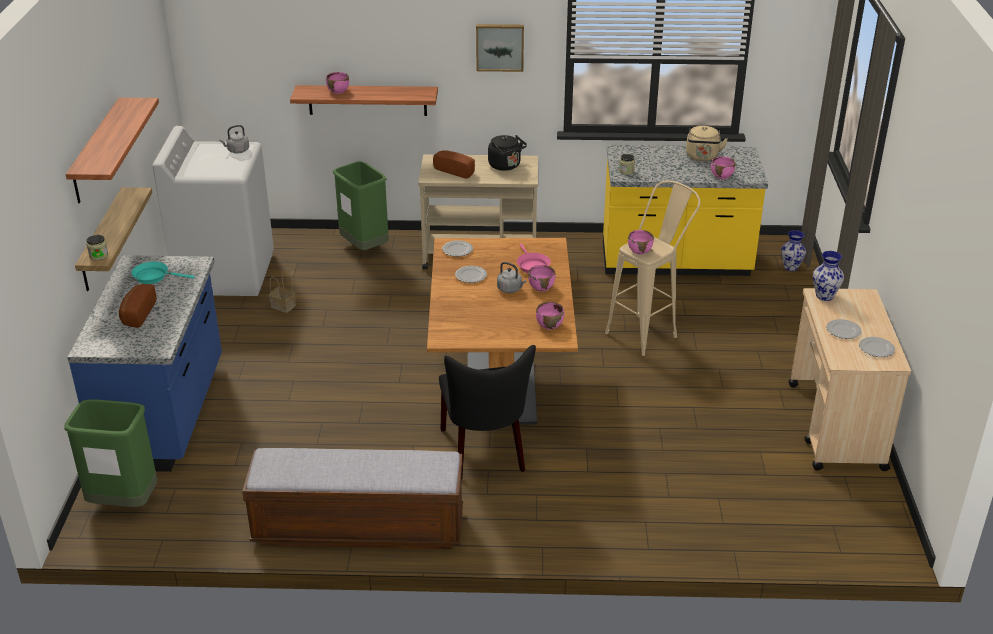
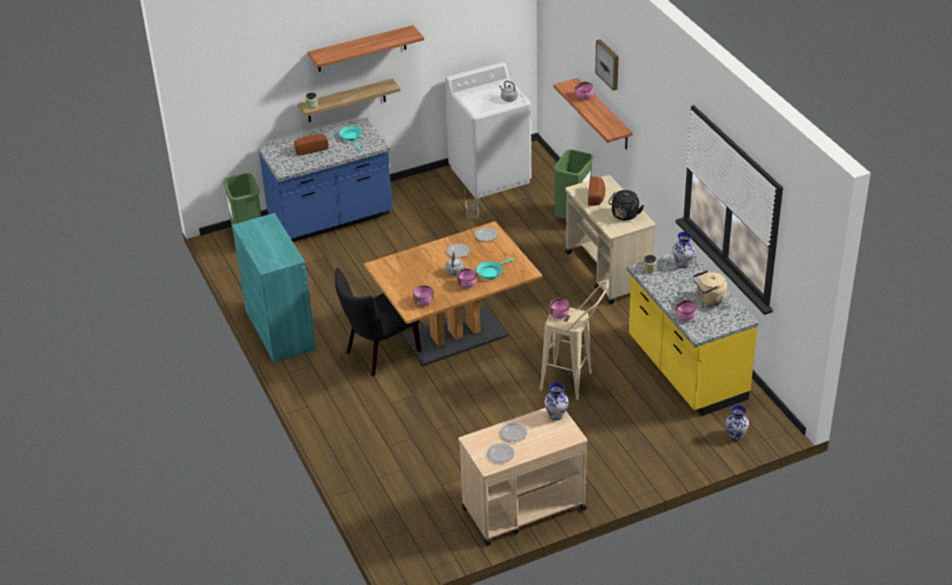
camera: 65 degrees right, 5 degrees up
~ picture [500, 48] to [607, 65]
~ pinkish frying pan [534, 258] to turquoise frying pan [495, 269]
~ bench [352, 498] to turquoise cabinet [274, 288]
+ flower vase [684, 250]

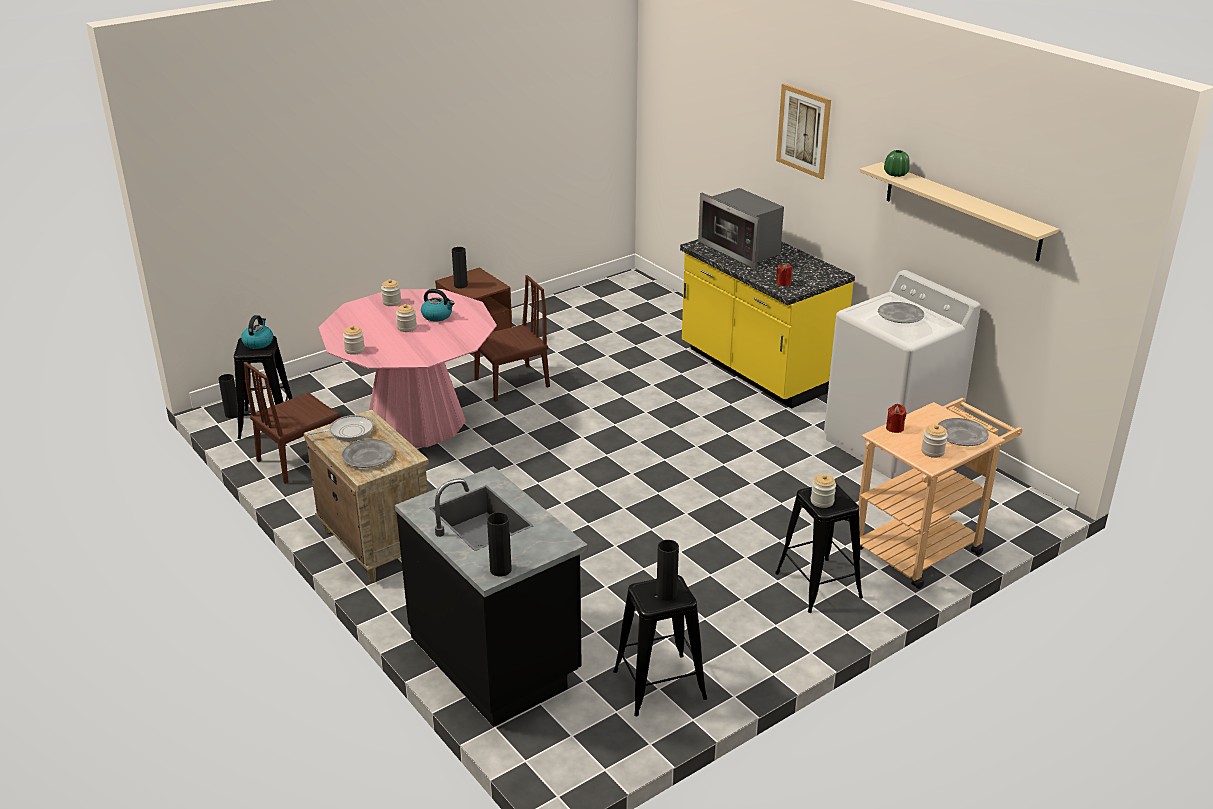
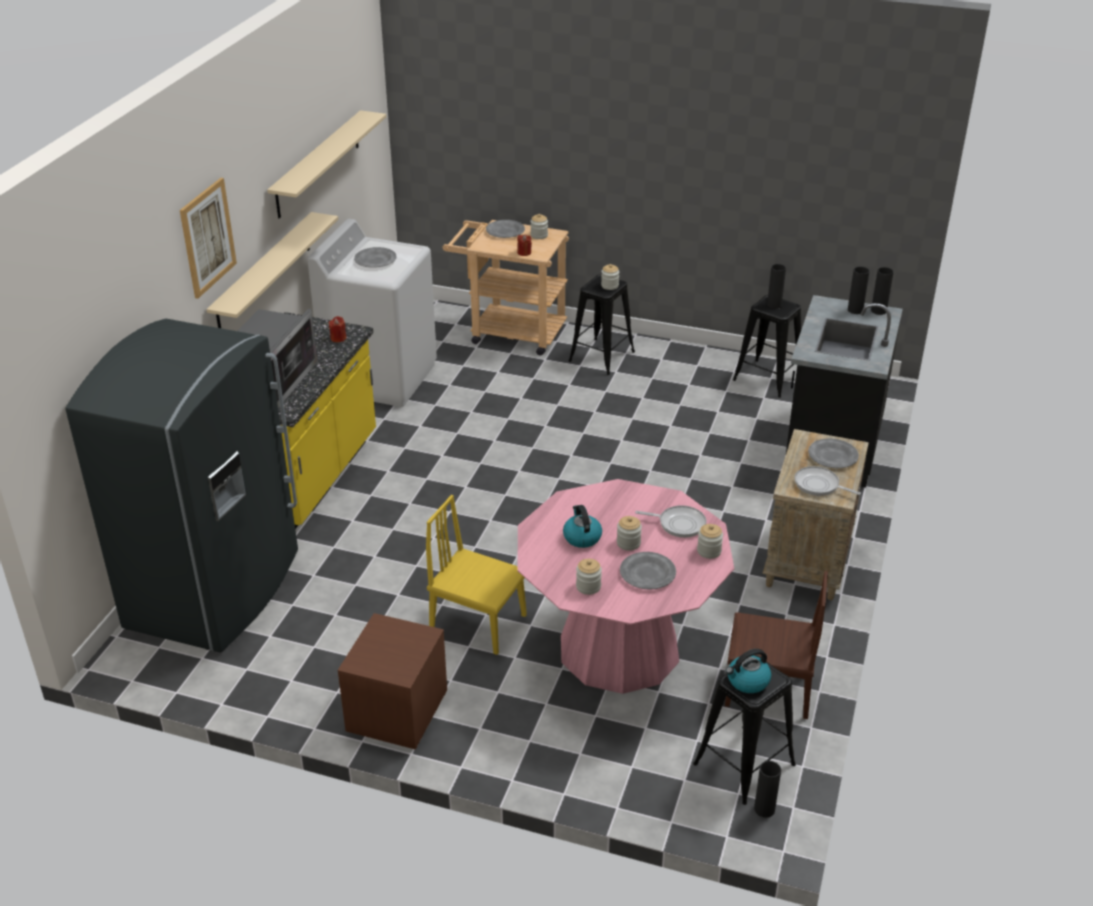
camera: 125 degrees left, 5 degrees up
- green-coloured flower vase [897, 163]
~ black flower vase [460, 267] to [859, 290]
~ brownish upright chair [512, 338] to yellow-coloured upright chair [476, 575]
+ sand-coloured bracket shelf [272, 270]
+ grey refrigerator [181, 485]
+ frying pan [670, 521]
+ grey flat dish [648, 571]

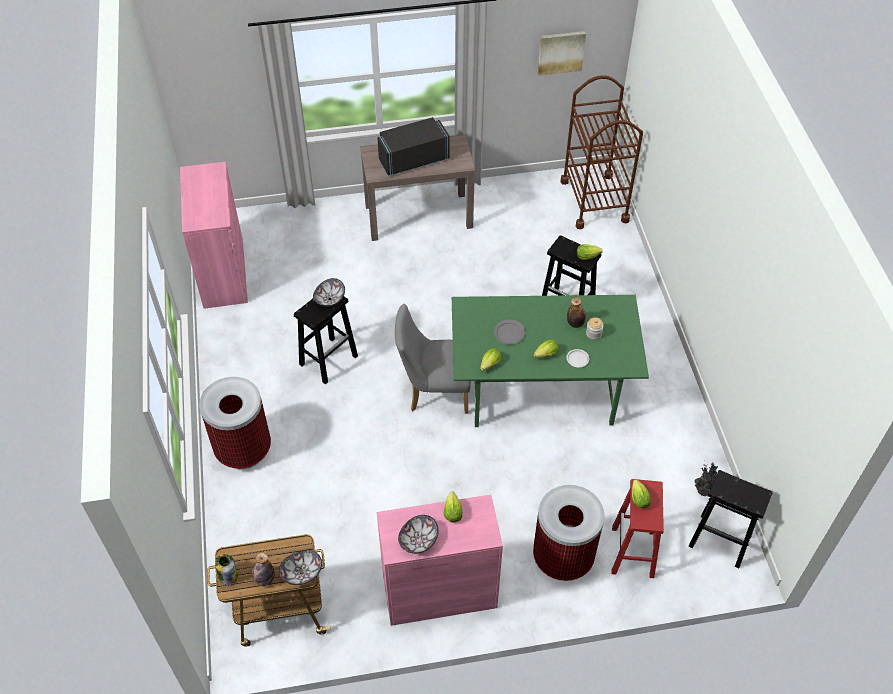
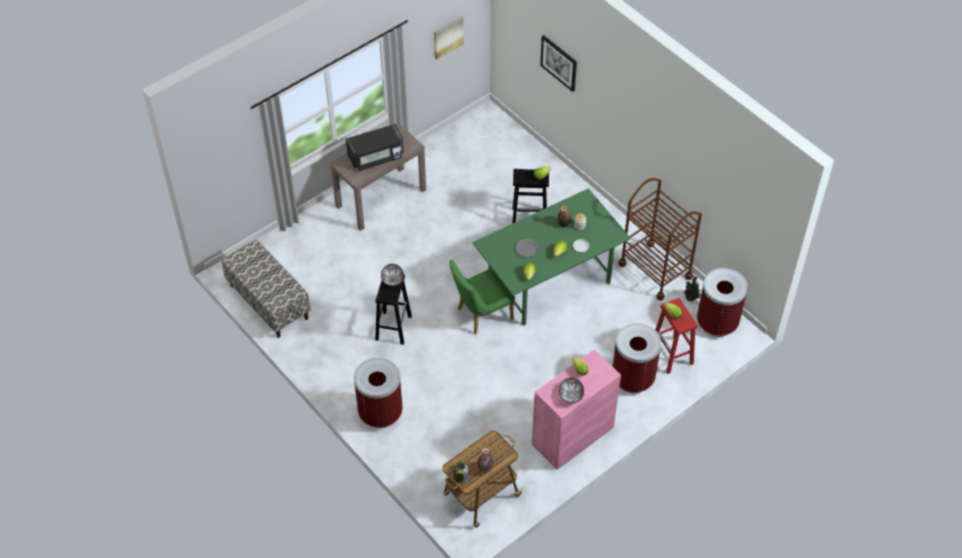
camera: 30 degrees left, 0 degrees up
~ brownish cart [601, 152] to [660, 239]
~ black microwave [413, 147] = [375, 147] 150 degrees counterclockwise
~ pinkish cabinet [214, 235] to bench [266, 289]
~ grey upright chair [433, 359] to green-coloured upright chair [482, 297]
~ black stool [730, 519] to trash can [722, 302]
- deep dish [300, 567]
+ picture [558, 63]

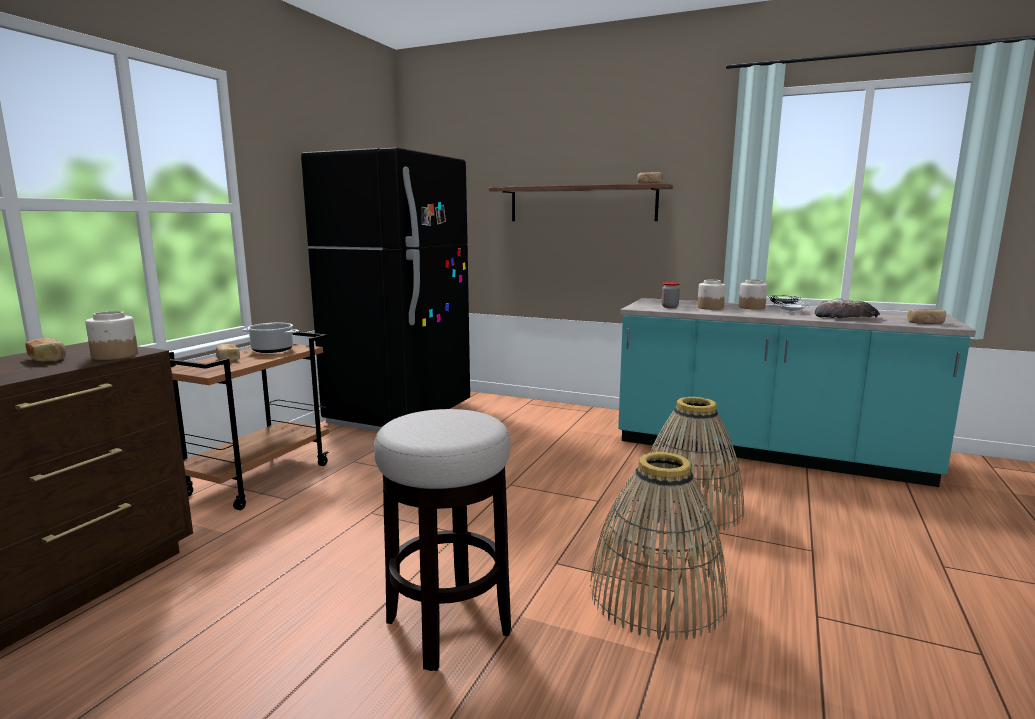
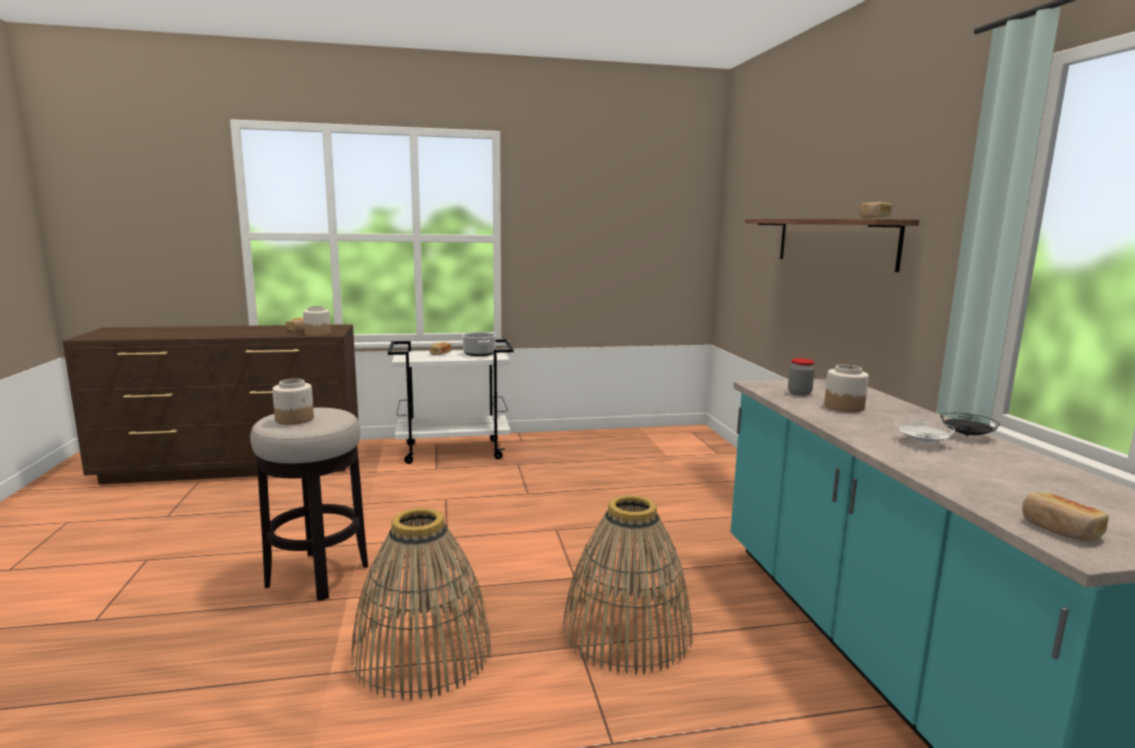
camera: 55 degrees right, 0 degrees up
- black refrigerator [385, 289]
~ preserve jar [753, 294] to [293, 402]
- bread [847, 308]
~ brownish cart [249, 421] to white-coloured cart [451, 401]

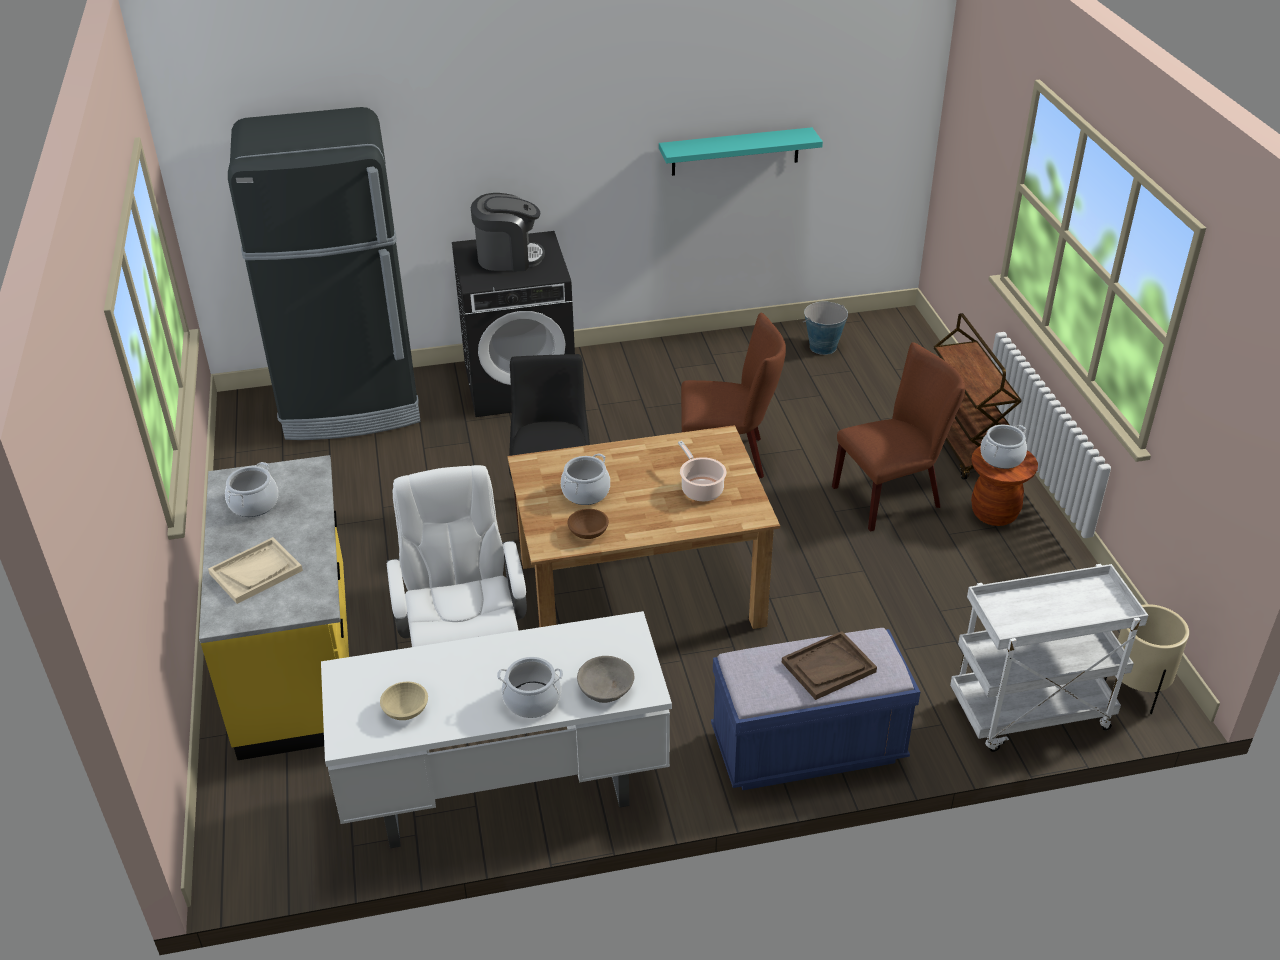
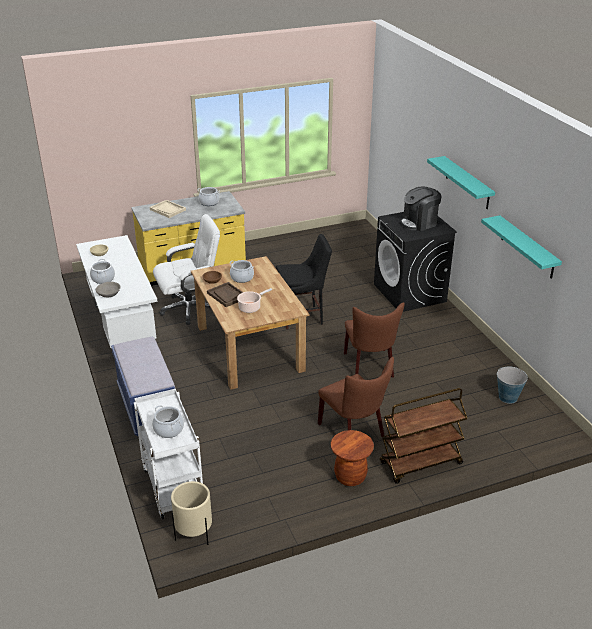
camera: 80 degrees right, 5 degrees down
- black refrigerator [324, 273]
~ coffee machine [508, 232] = [421, 208] 75 degrees clockwise
~ cooking pot [1003, 447] to [168, 421]
~ brownish serving tray [829, 665] to [225, 294]
+ turquoise bracket shelf [461, 182]

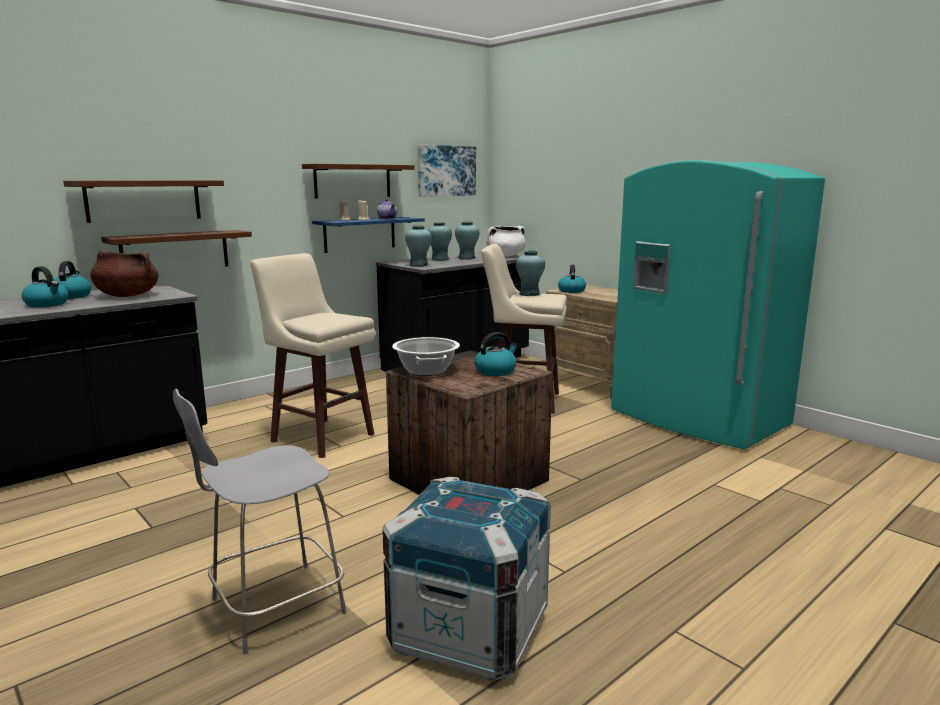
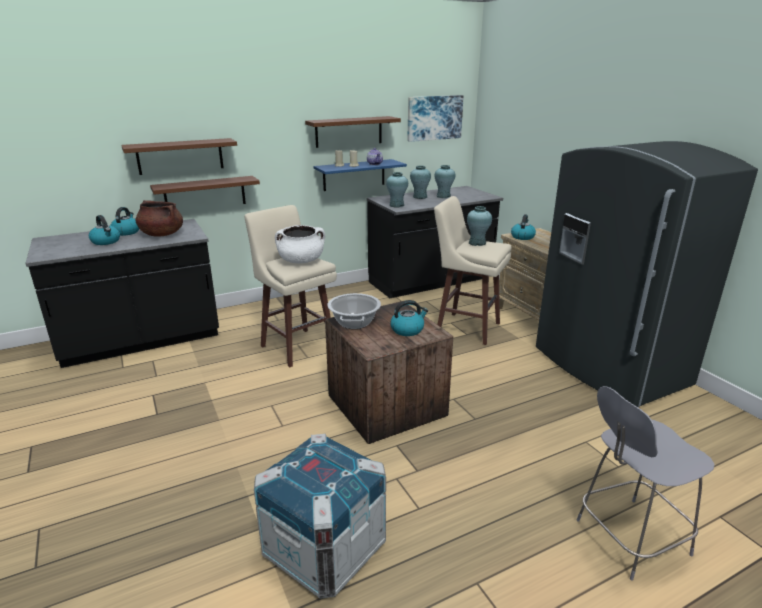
camera: 15 degrees right, 10 degrees up
~ turquoise refrigerator [718, 304] to grey refrigerator [647, 274]
~ white-coloured cooking pot [506, 241] to [300, 244]
~ grey upright chair [260, 521] to [646, 483]

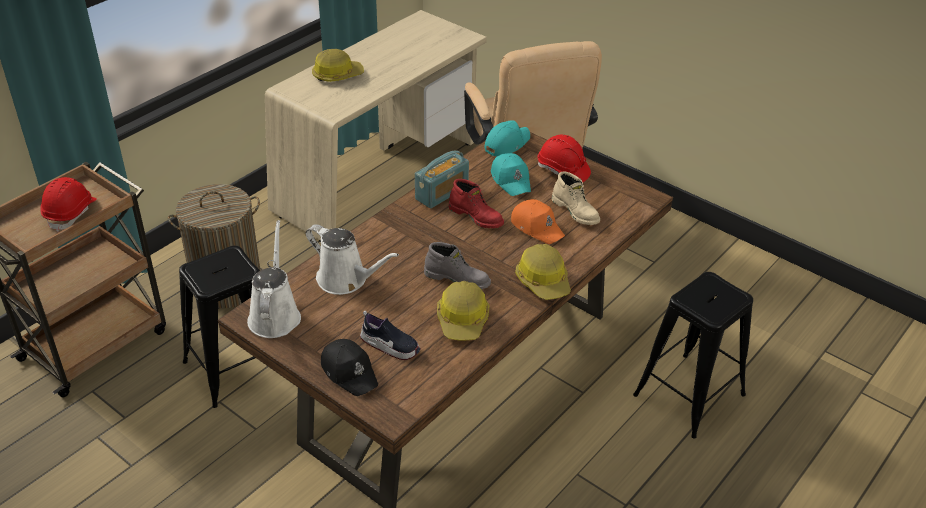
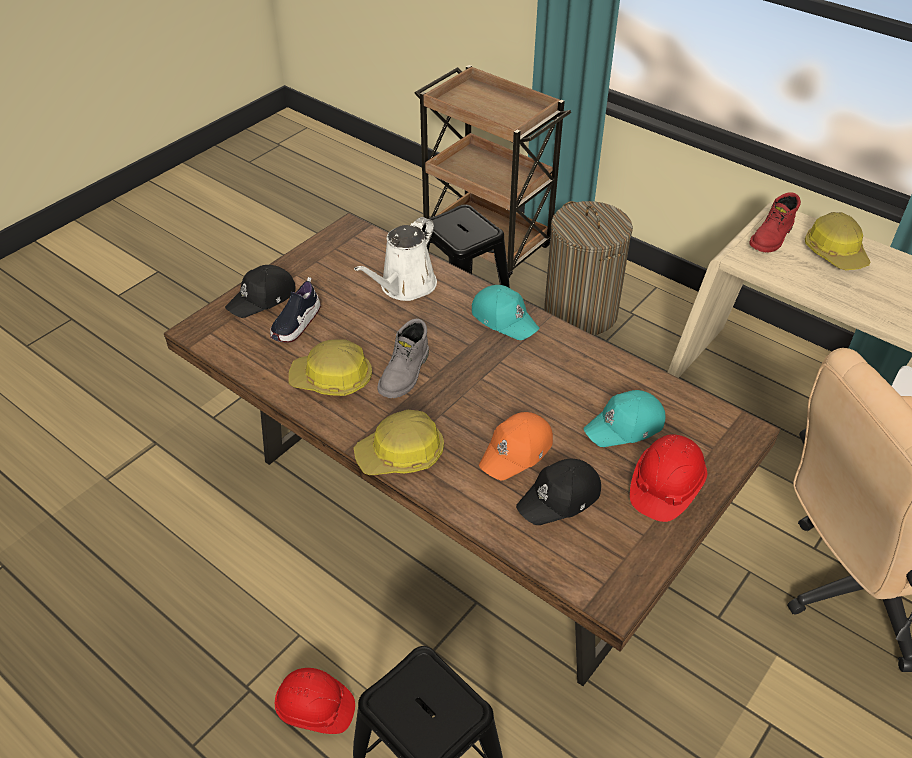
camera: 90 degrees right, 5 degrees up
~ turquoise baseball cap [507, 138] to [505, 312]
- radio [442, 180]
~ sand-coloured high-top boot [576, 198] to black baseball cap [558, 492]
~ reddish work helmet [68, 204] to [315, 701]
~ reddish high-top boot [476, 203] to [775, 222]
- white-coloured sprinkling can [274, 279]

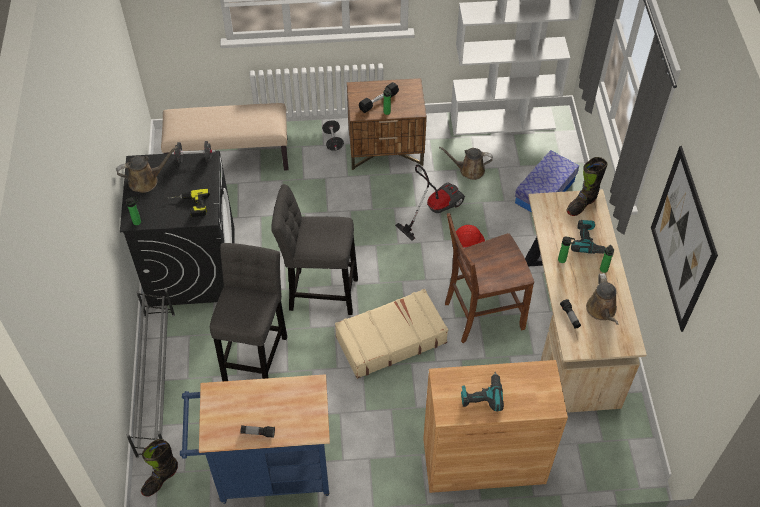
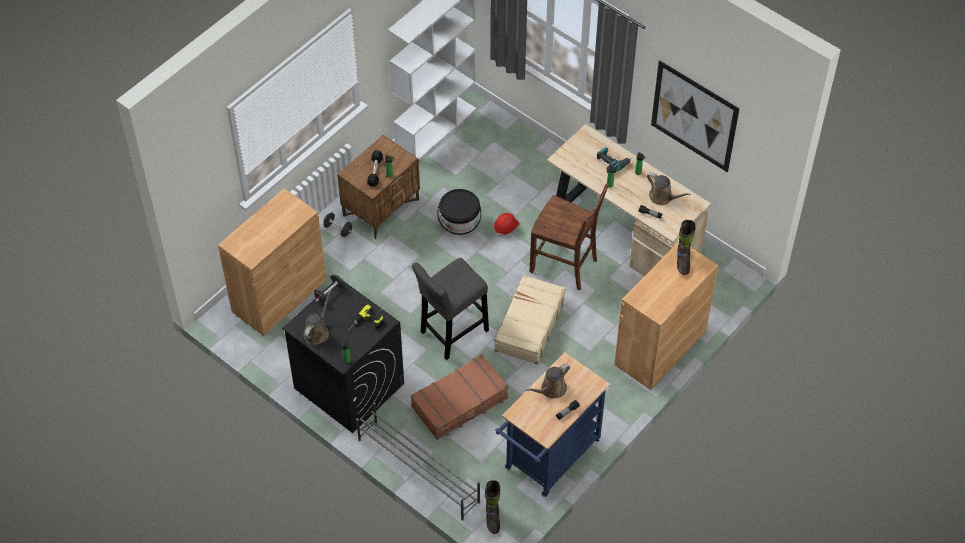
camera: 45 degrees left, 0 degrees up
~ sand-coloured bench [224, 137] to brownish cabinet [272, 262]
~ brownish sprinkling can [466, 163] to [548, 381]
- storage box [547, 181]
~ black high-top boot [587, 186] to [686, 247]
~ vacuum cleaner [430, 203] to black bucket [459, 212]
~ brownish upright chair [489, 278] = [569, 237] 90 degrees counterclockwise
~ grey stool [248, 312] to brownish suitcase [459, 397]
- power drill [482, 392]

